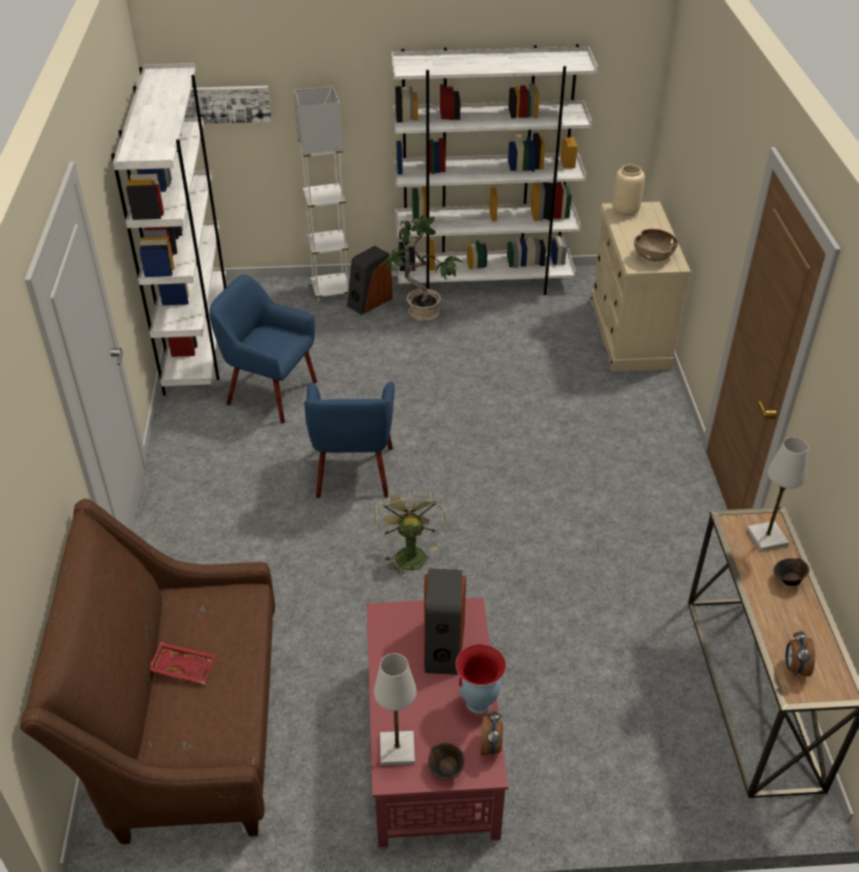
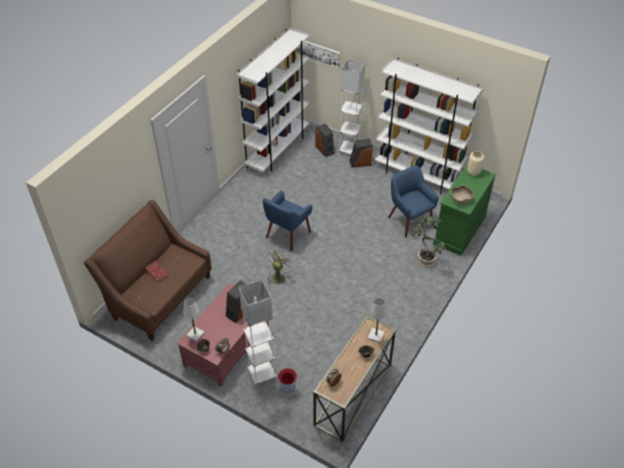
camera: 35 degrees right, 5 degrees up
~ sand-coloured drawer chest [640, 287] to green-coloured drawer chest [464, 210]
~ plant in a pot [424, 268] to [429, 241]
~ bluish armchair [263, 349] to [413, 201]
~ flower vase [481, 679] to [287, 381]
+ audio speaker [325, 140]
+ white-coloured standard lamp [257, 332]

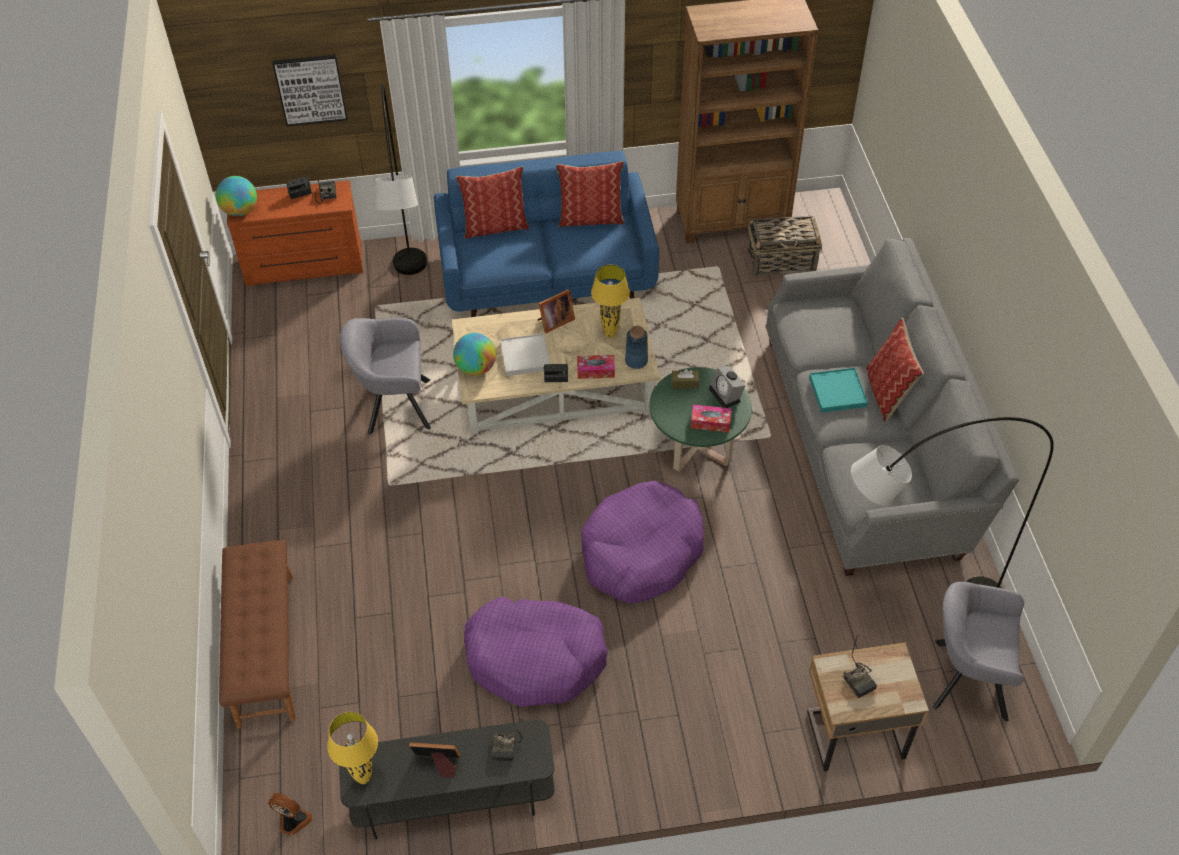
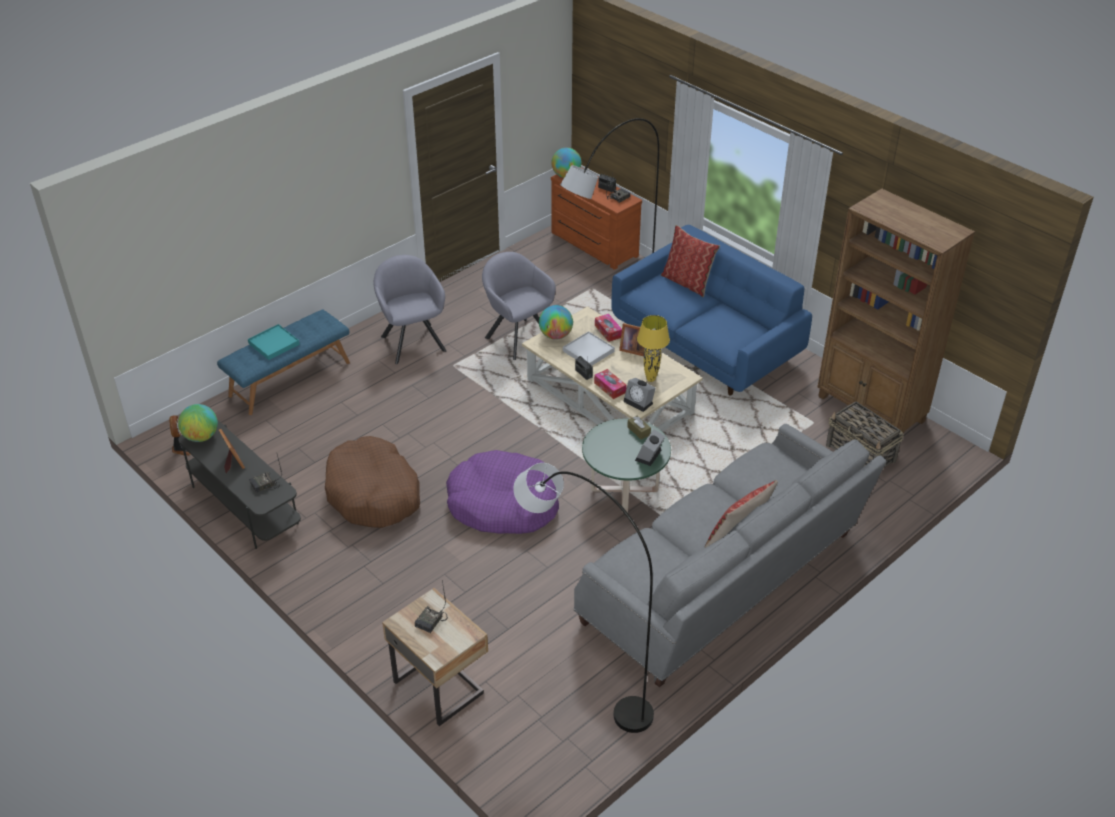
camera: 55 degrees right, 10 degrees down
- picture [310, 90]
- cushion [590, 194]
~ bluish flower vase [636, 347] to table clock [639, 395]
~ turquoise serving tray [838, 390] to [274, 342]
~ box of tissues [711, 418] to [608, 328]
~ brownish bench [257, 634] to bluish bench [283, 362]
~ grey armchair [979, 651] to [410, 309]
~ purplish dog bed [536, 652] to brownish dog bed [372, 482]
~ yellow-coloured lamp for a table [352, 748] to globe [198, 423]

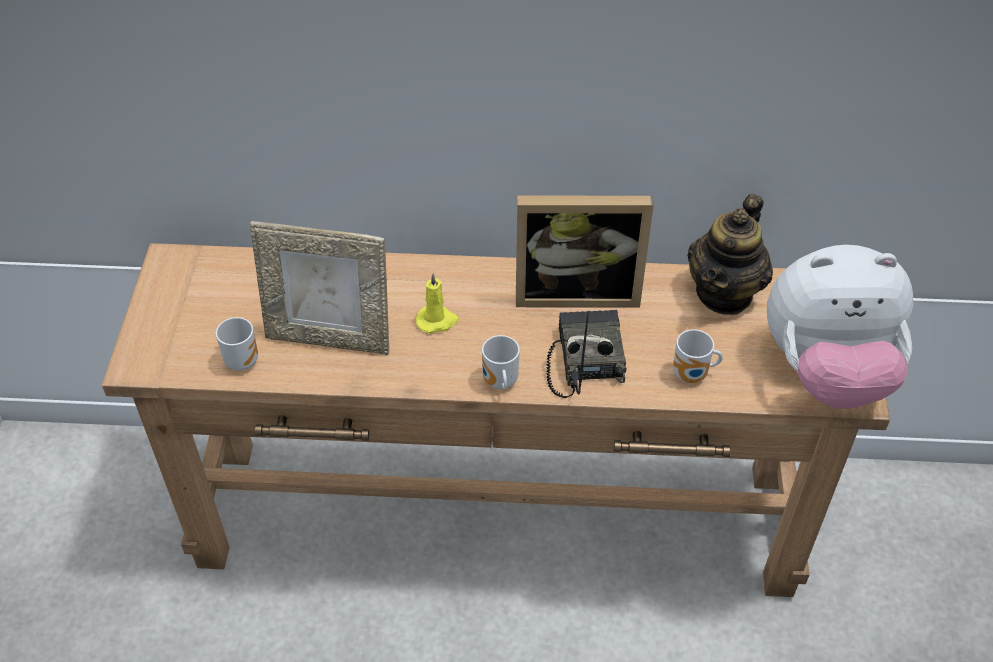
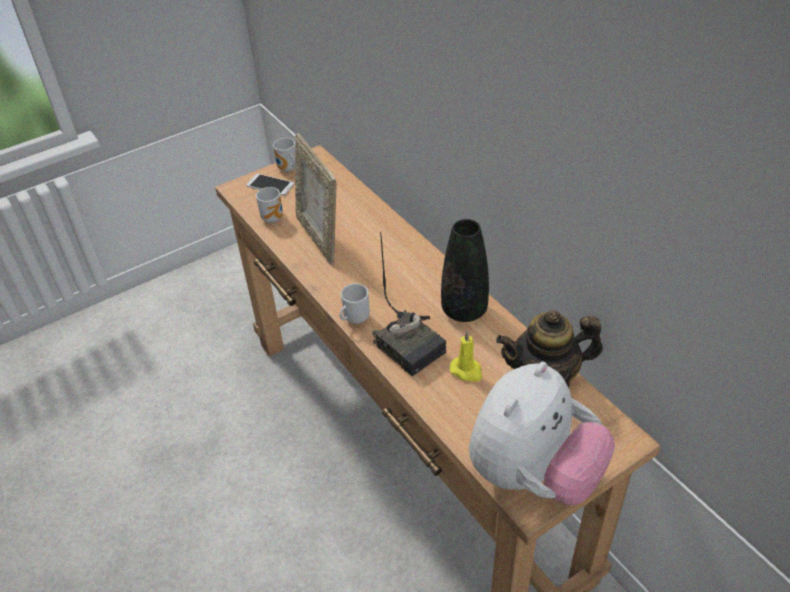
camera: 55 degrees right, 5 degrees down
~ picture frame [585, 252] to black flower vase [465, 270]
~ cuddly toy [840, 327] = [542, 433] 105 degrees counterclockwise
~ yellow-coloured candle [437, 303] to [466, 356]
~ radio [586, 354] = [409, 304] 90 degrees clockwise
~ mug [698, 356] to [284, 155]
+ handset [270, 185]

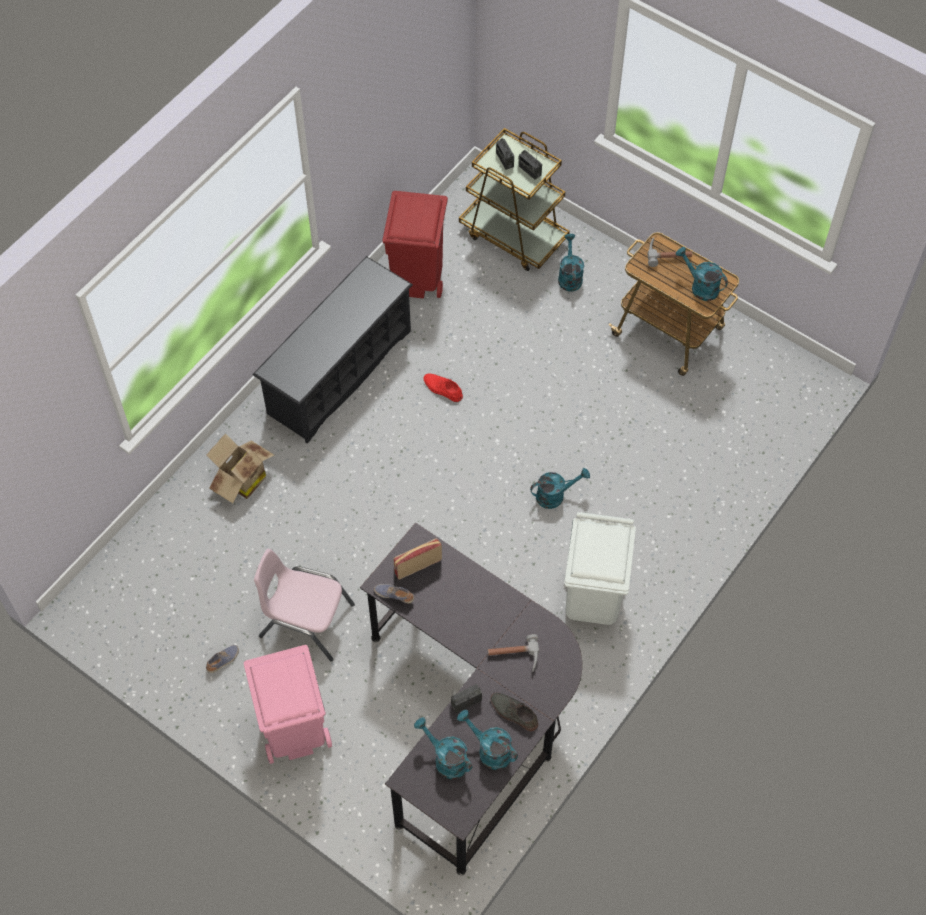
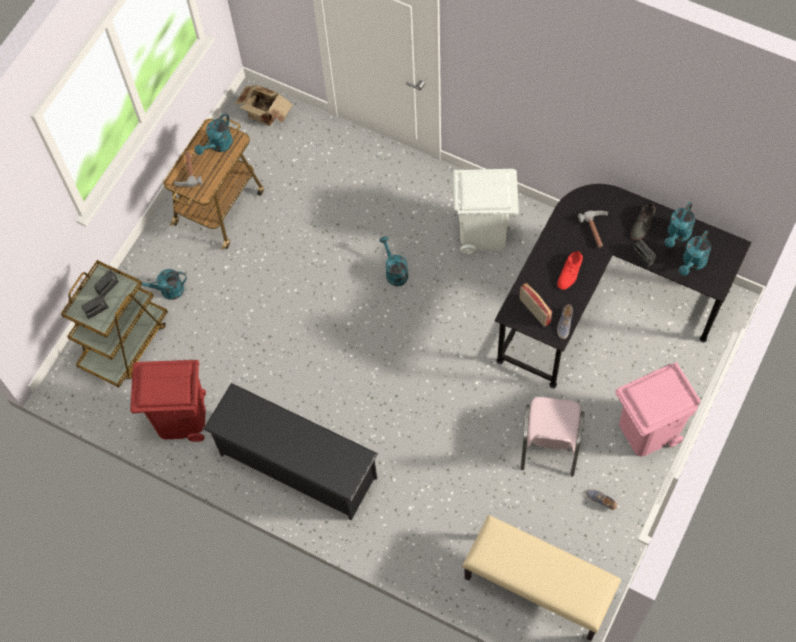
camera: 95 degrees left, 5 degrees up
~ reddish shoe [443, 388] to [570, 270]
~ cardboard box [240, 468] to [264, 105]
+ sand-coloured bench [542, 578]

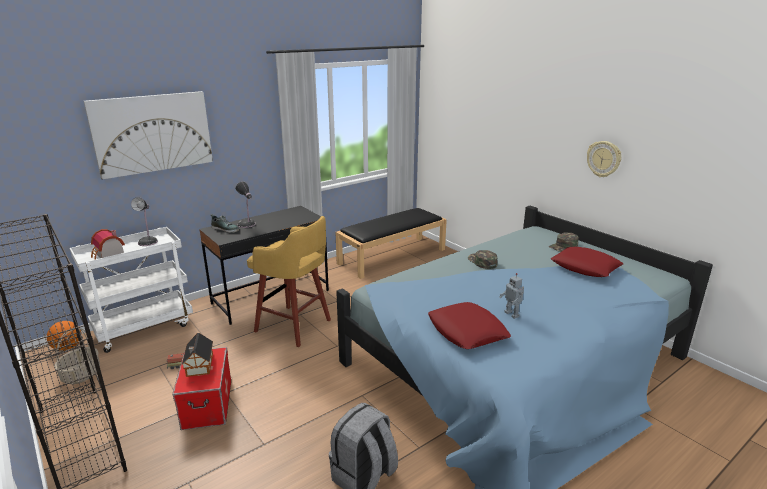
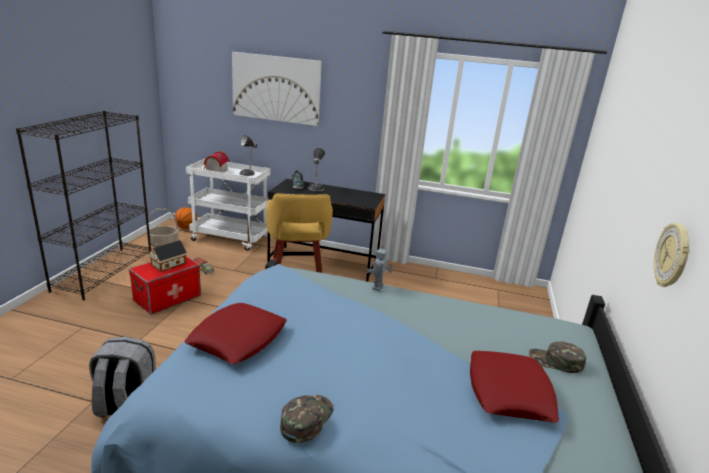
camera: 50 degrees right, 0 degrees up
- black bench [391, 243]
~ green-coloured baseball cap [483, 259] to [307, 419]
~ toy robot [511, 296] to [379, 268]

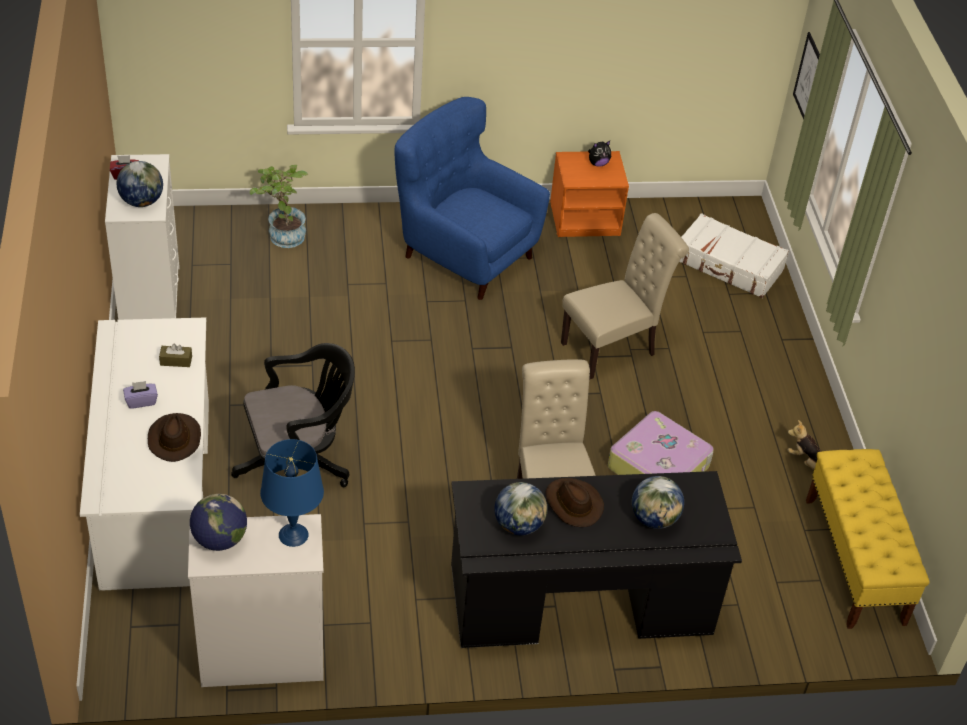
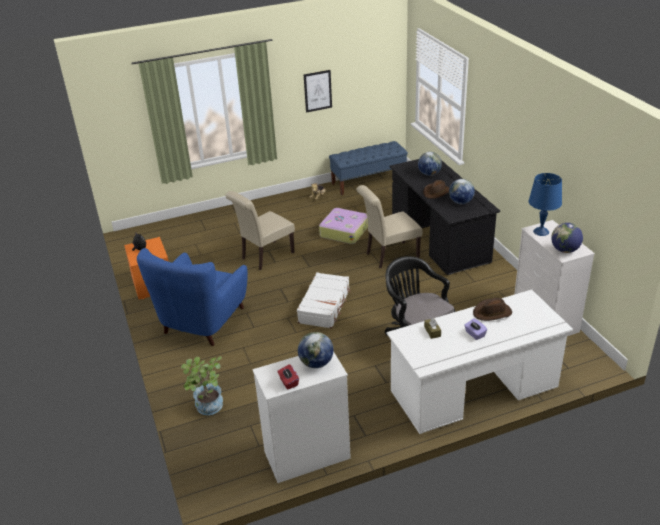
camera: 100 degrees left, 10 degrees down
~ picture [806, 75] to [318, 91]
~ sand-coloured upright chair [625, 296] = [260, 230] 90 degrees counterclockwise
~ white-coloured suitcase [734, 255] to [324, 300]
~ yellow-coloured bench [867, 539] to bluish bench [368, 168]

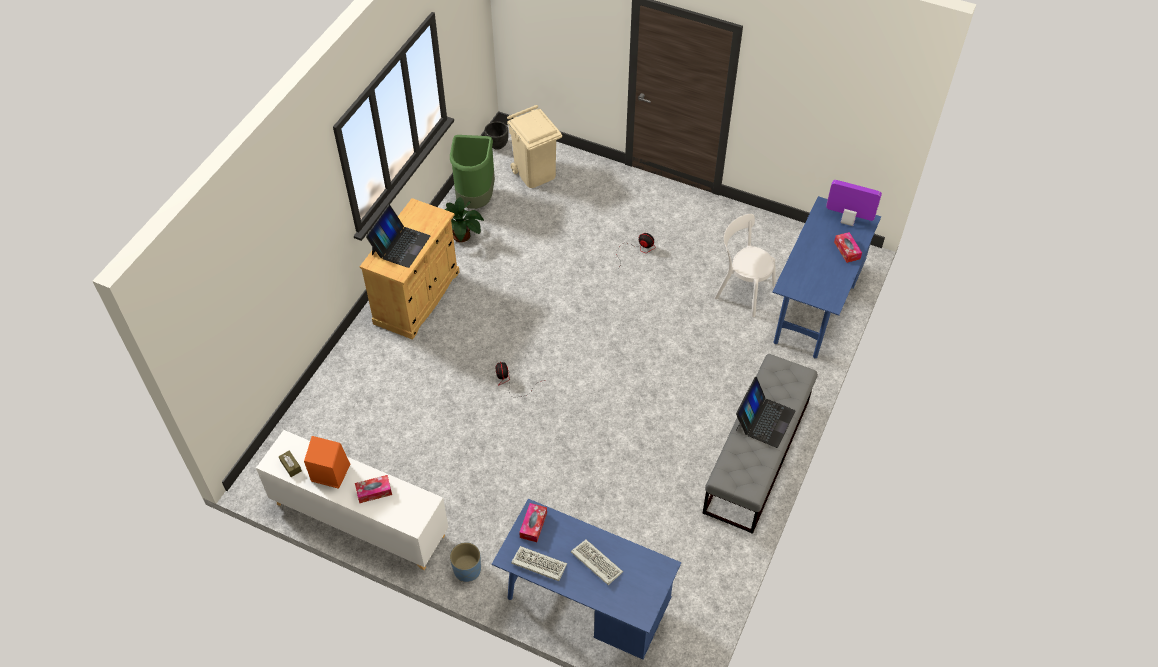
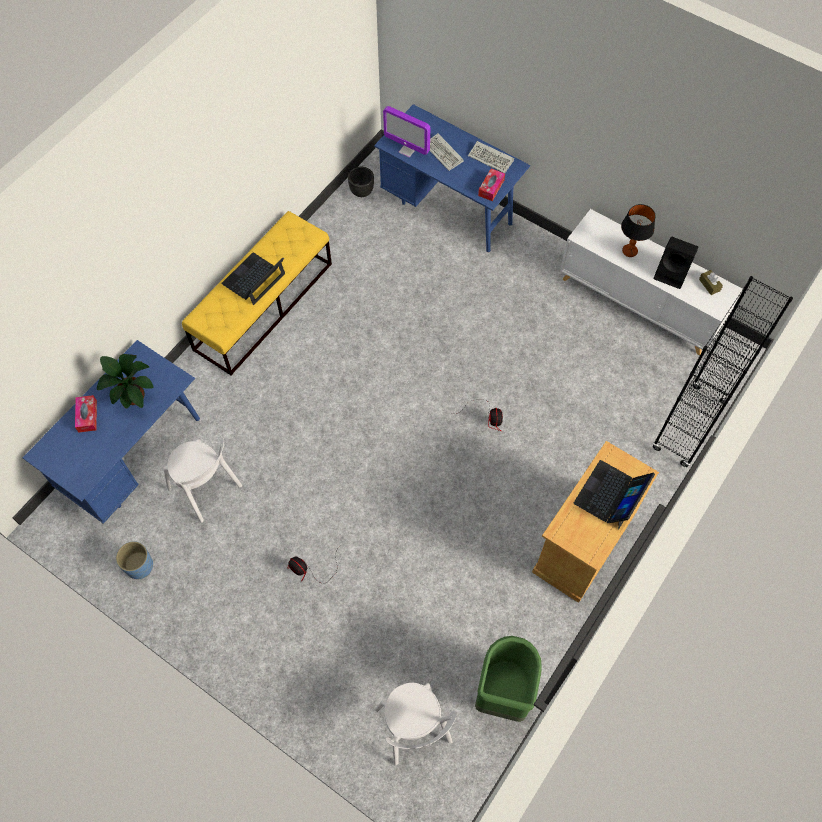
camera: 170 degrees left, 10 degrees up
~ sand-coloured trash can [534, 146] to white-coloured upright chair [416, 724]
~ black flower pot [497, 135] to [361, 182]
~ computer screen [854, 203] to [406, 131]
~ plant in a pot [464, 219] to [125, 381]
~ grey bench [760, 444] to yellow-coloured bench [257, 293]
~ orangey audio speaker [327, 462] to black audio speaker [676, 263]
~ box of tissues [373, 489] to lamp for a table [638, 230]
~ bluish flower pot [465, 562] to [134, 560]
+ black bookshelf [723, 371]

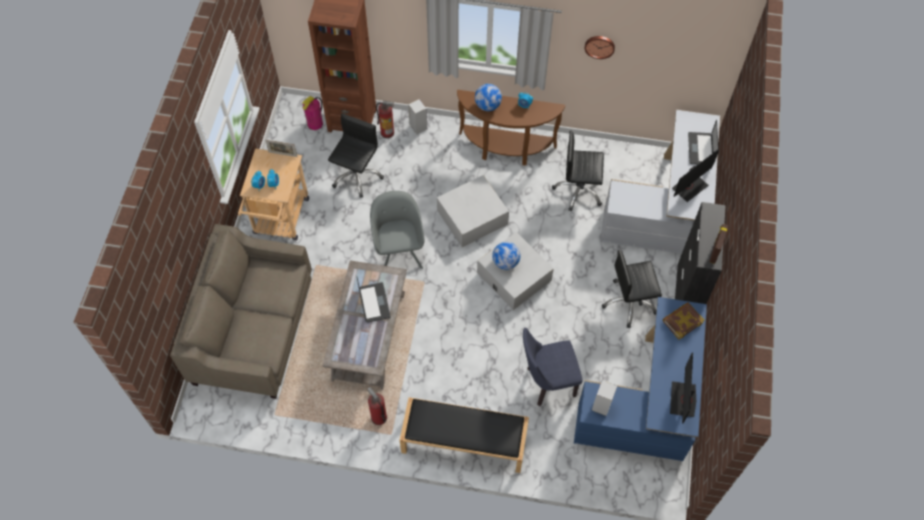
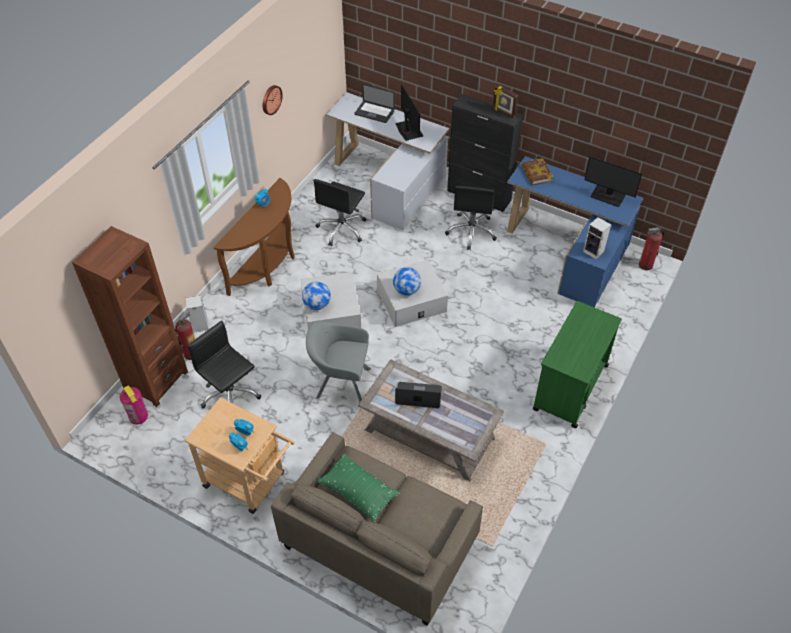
camera: 70 degrees left, 10 degrees down
~ globe [488, 97] to [316, 296]
- picture frame [281, 148]
- bluish upright chair [553, 367]
~ fire-fighting cylinder [377, 406] to [651, 248]
~ black bench [464, 435] to green-coloured cart [577, 364]
+ green-coloured cushion [358, 488]

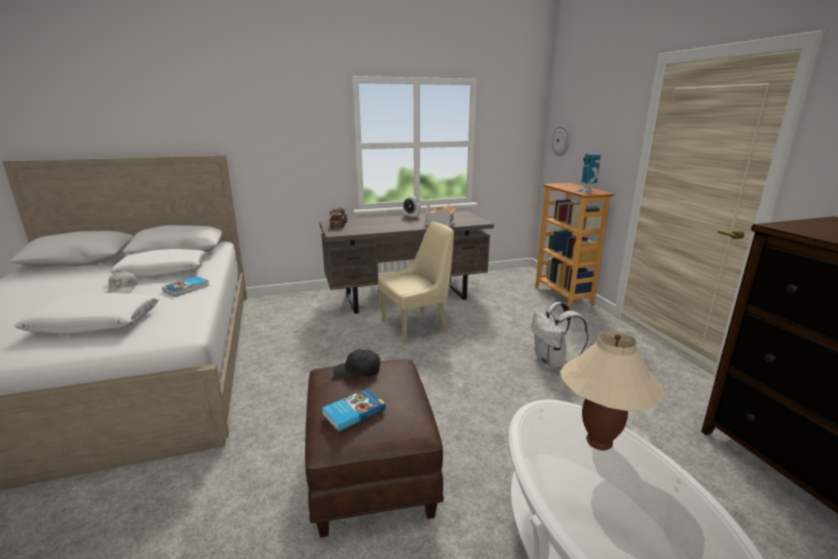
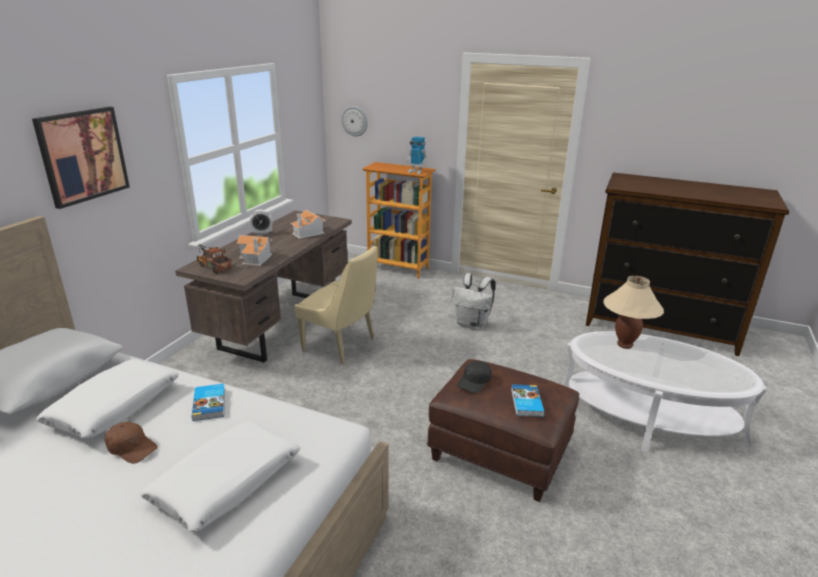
camera: 50 degrees left, 5 degrees up
~ sand-coloured upright chair [416, 282] = [336, 304] 105 degrees clockwise
~ white-coloured baseball cap [122, 282] to brownish baseball cap [131, 443]
+ picture [81, 158]
+ miniature house [254, 250]

